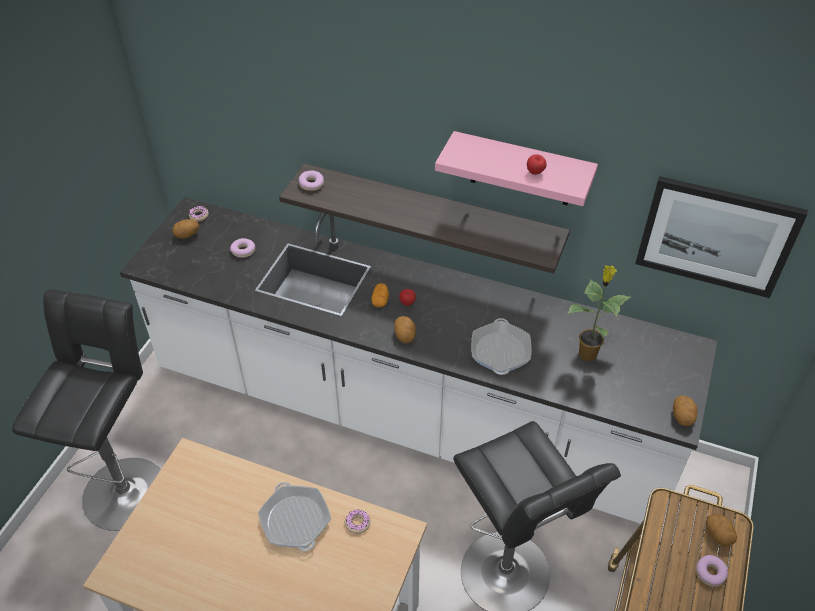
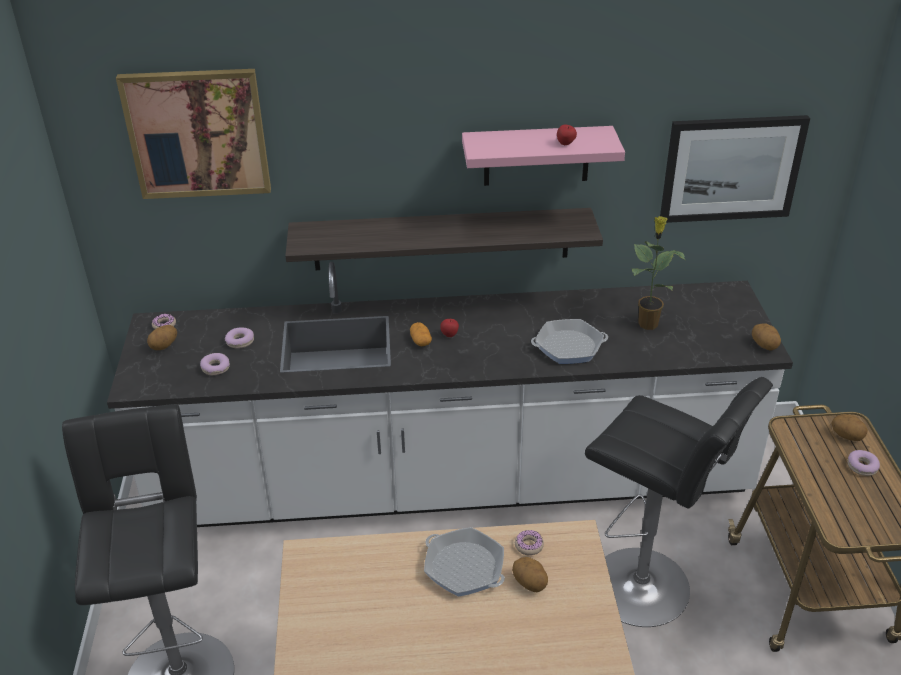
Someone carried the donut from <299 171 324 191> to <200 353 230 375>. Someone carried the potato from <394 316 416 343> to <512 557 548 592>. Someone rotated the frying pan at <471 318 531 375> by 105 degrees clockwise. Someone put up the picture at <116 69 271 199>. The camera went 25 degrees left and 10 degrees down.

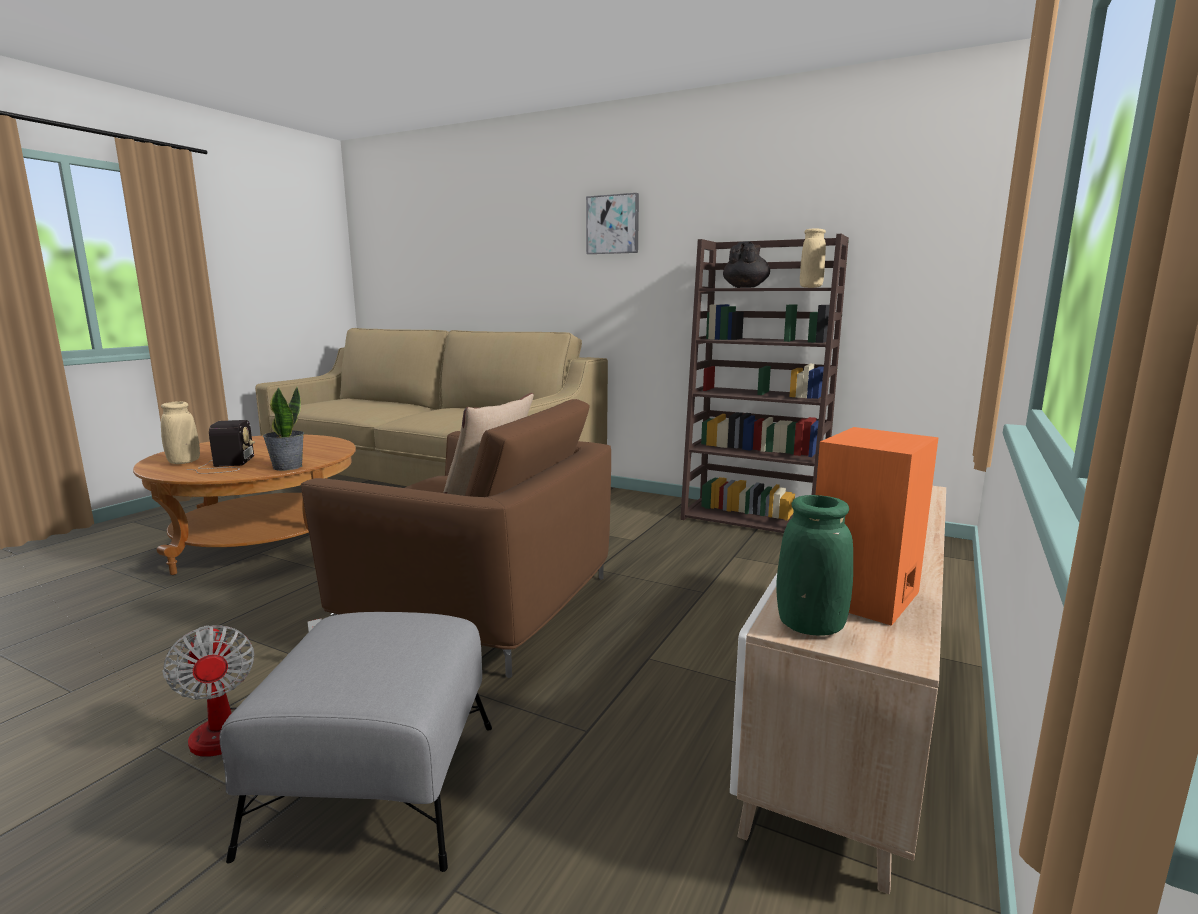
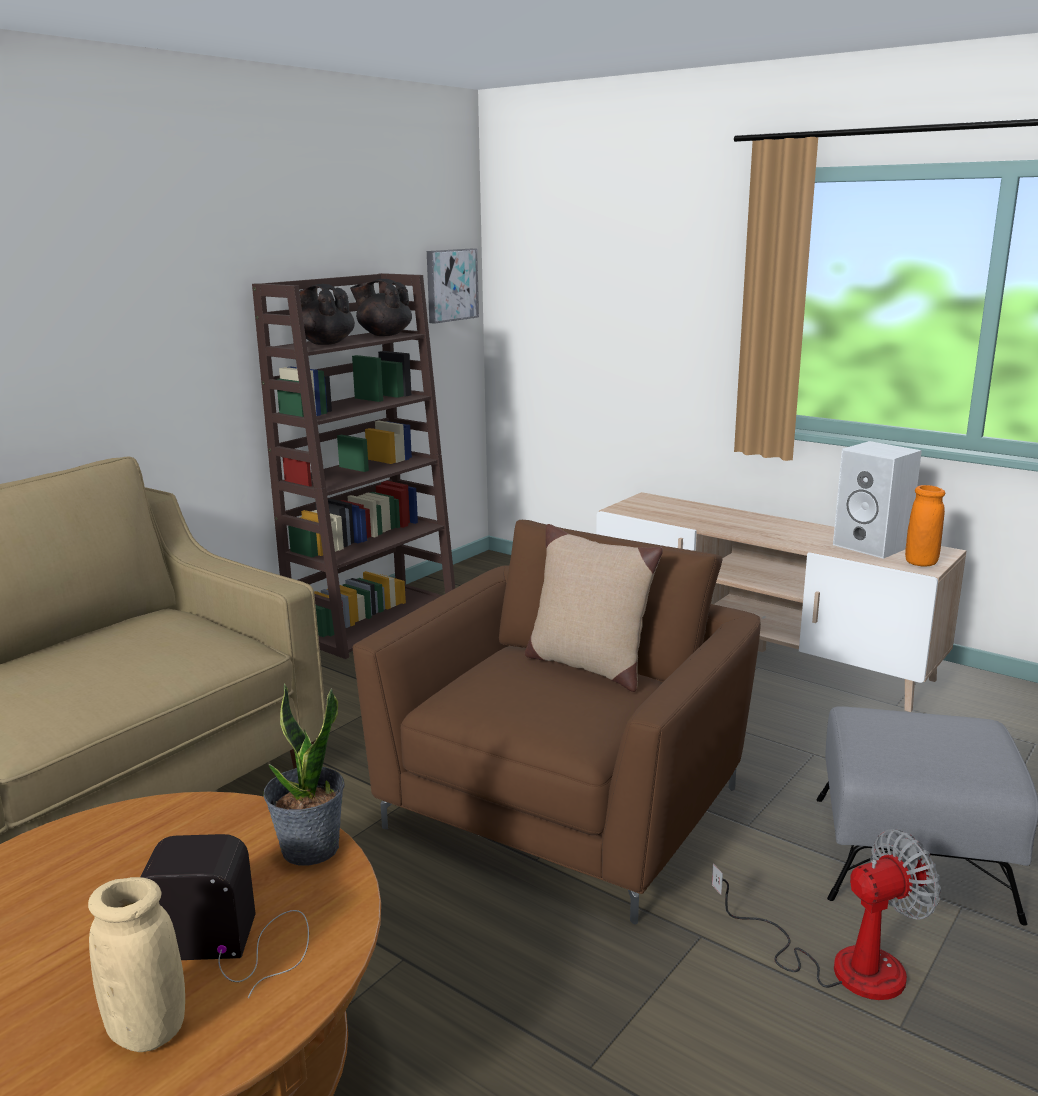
Someone carried the picture from <586 193 639 254> to <427 248 479 324>. Someone swapped the vase (beige) at <800 228 826 288> for the teapot (black) at <350 279 412 336>. Someone repainted the speaker (orange) at <816 427 939 626>, which became the speaker (white) at <833 441 922 559>. Someone repainted the vase (green) at <776 495 853 636>, which became the vase (orange) at <905 485 945 567>. The camera went 80 degrees left and 5 degrees up.

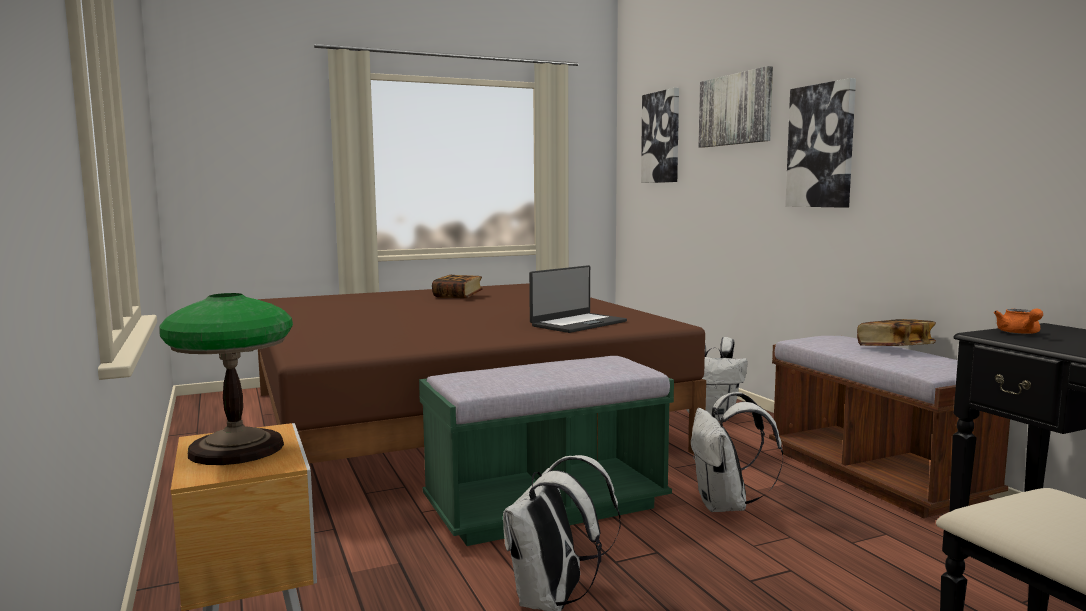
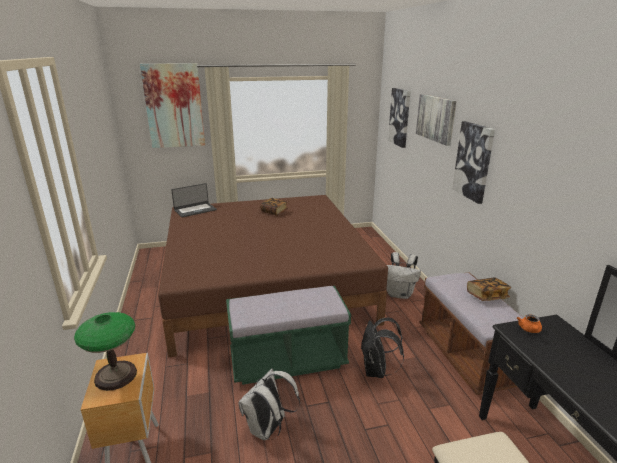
Someone carried the laptop from <529 265 627 333> to <171 183 217 217>. Someone repainted the backpack (white) at <691 392 783 512>, which became the backpack (black) at <361 318 404 378>. Someone put up the picture at <140 63 205 148>. The camera went 10 degrees right and 15 degrees up.

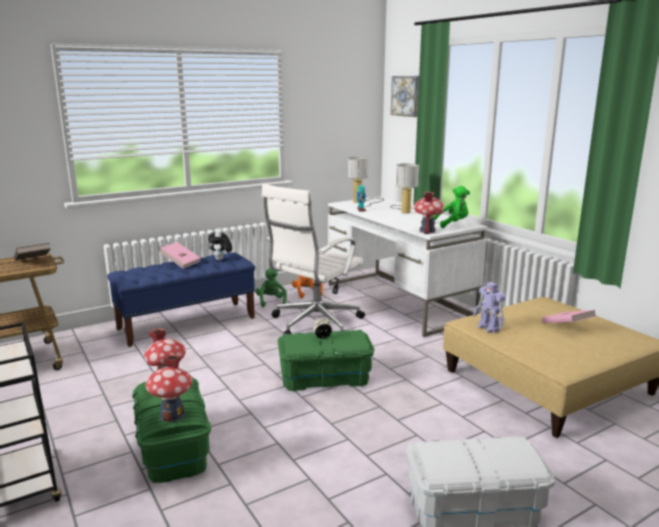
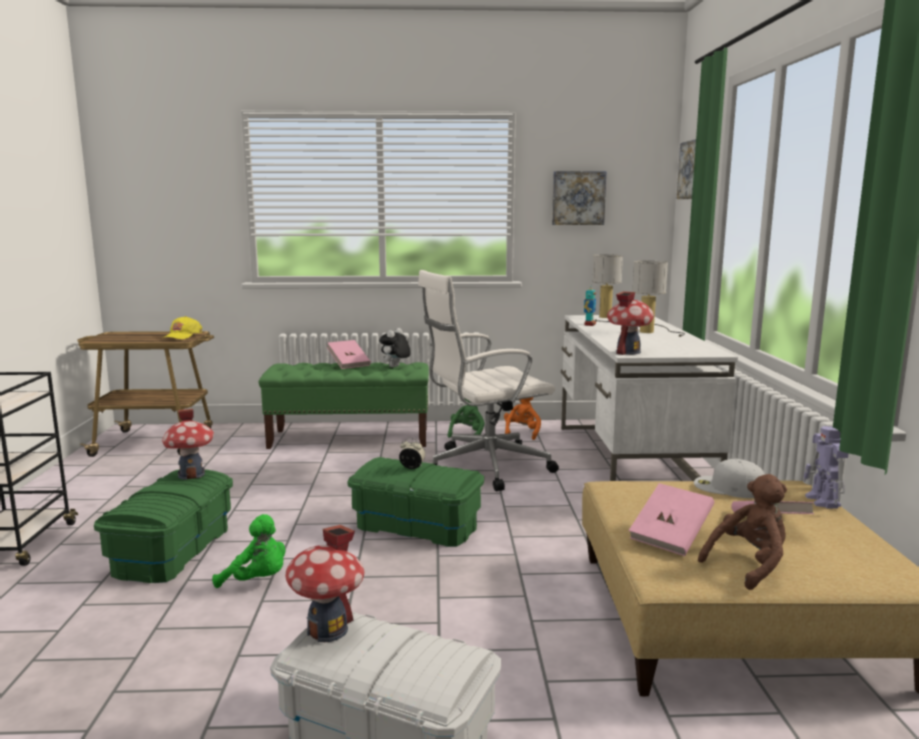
Someone carried the plush toy (green) from <433 186 470 228> to <212 514 285 588>. Someone swapped the book (brown) at <13 243 51 260> for the cap (yellow) at <163 316 202 339>. Someone repainted the bench (blue) at <107 253 255 347>, which became the bench (green) at <259 362 429 449>. Someone carried the toy robot from <473 282 506 333> to <803 426 849 509>. Someone carried the toy house from <146 354 193 422> to <285 525 364 642>. Someone put up the picture at <552 171 607 225>. Someone put down the cap (white) at <694 458 765 498>. Someone put down the plush toy (brown) at <698 474 787 590>. Someone put down the book (pink) at <629 483 714 556>. The camera went 30 degrees right and 5 degrees down.

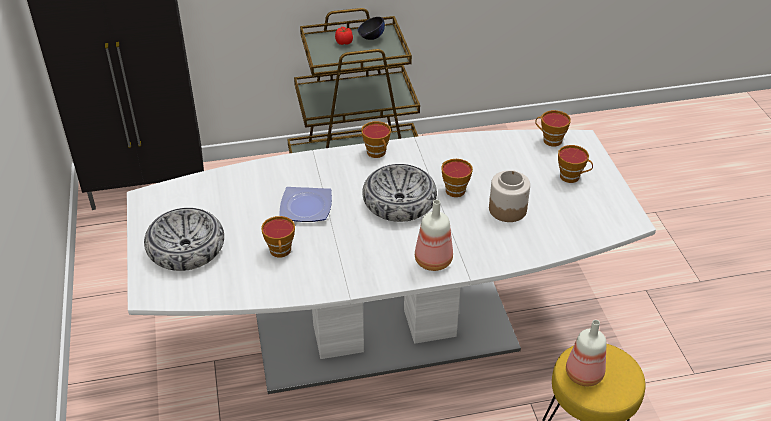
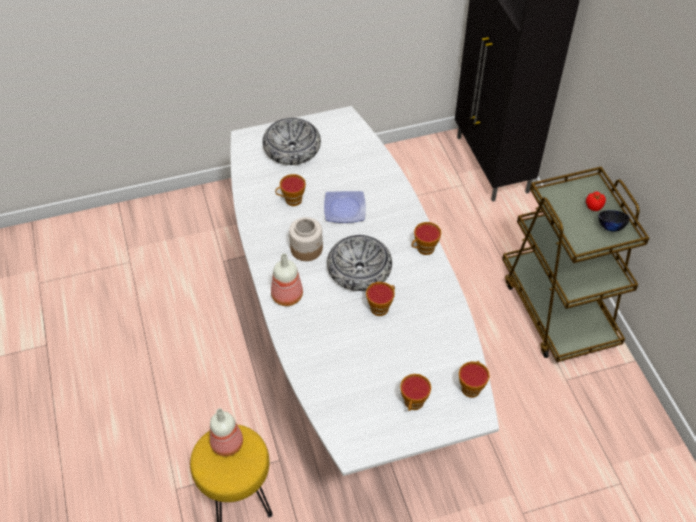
Someone carried the jar from <489 170 530 222> to <289 217 323 261>. The camera went 85 degrees right and 10 degrees up.

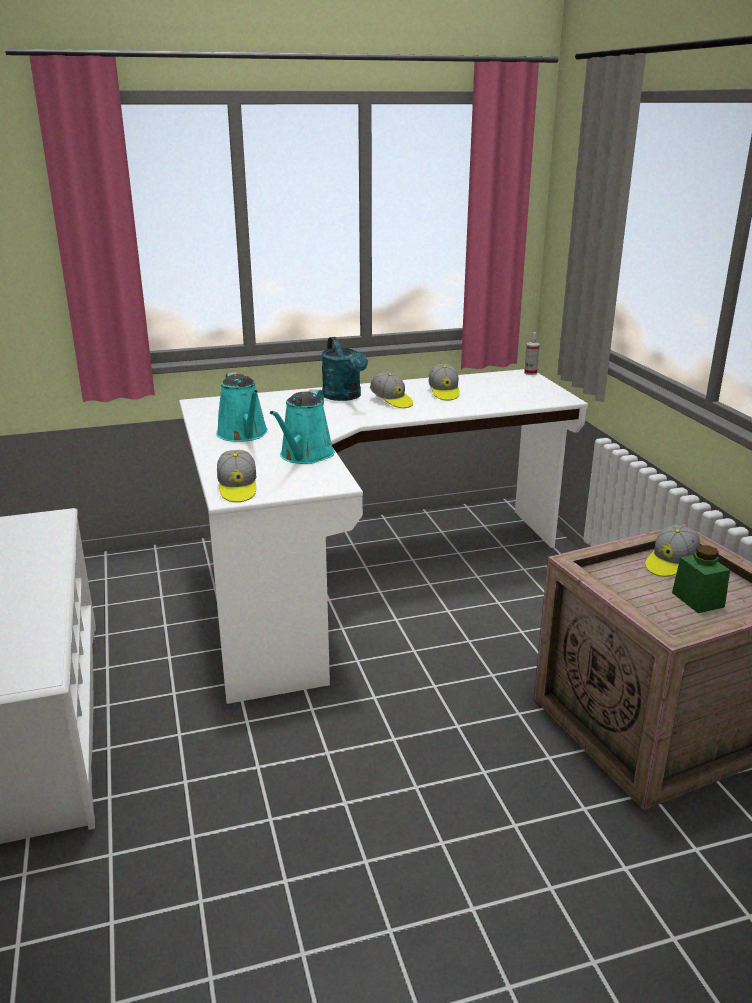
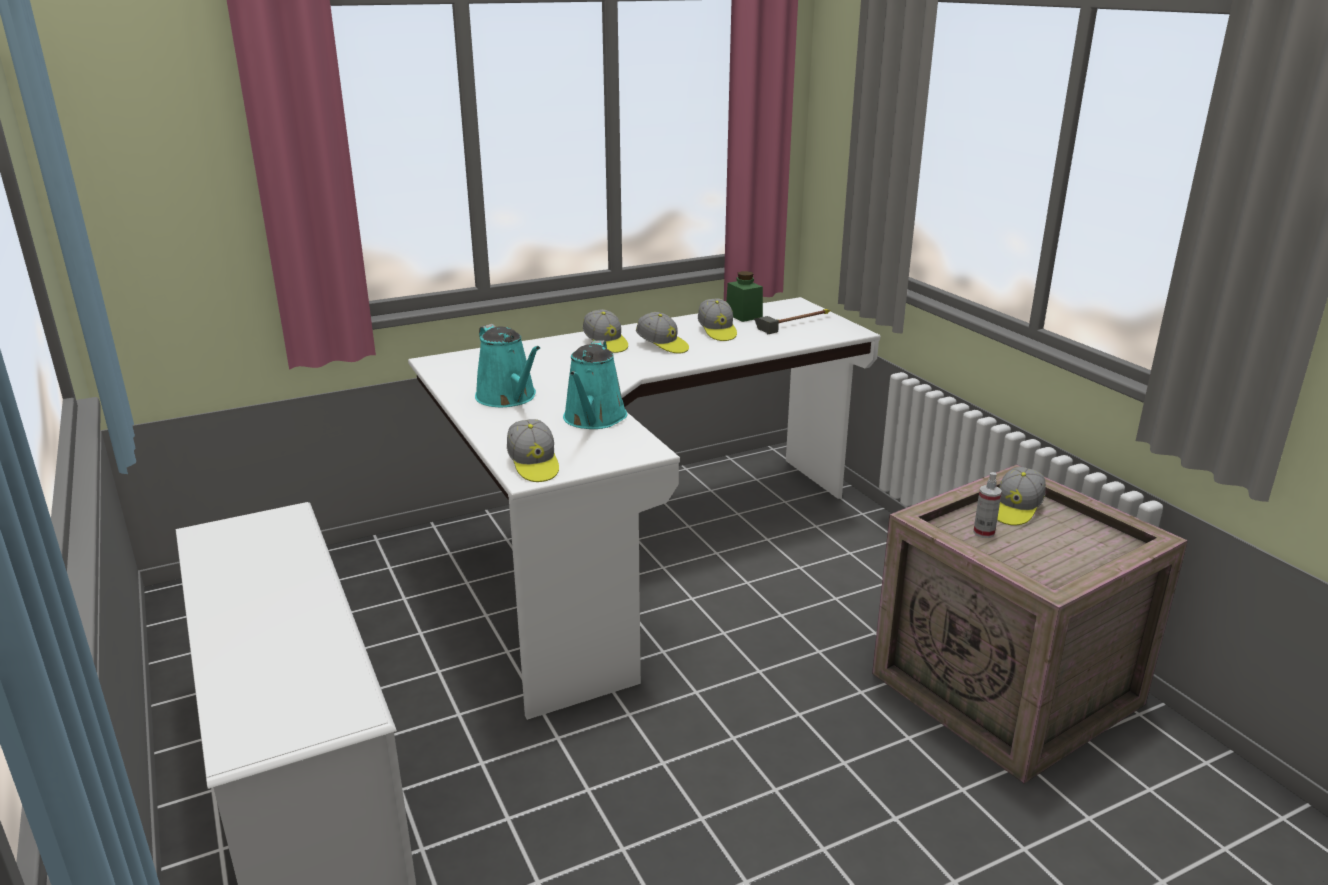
Someone carried the spray bottle from <524 332 540 375> to <973 472 1002 538>. Someone swapped the watering can (turquoise) at <321 337 368 401> for the cap at <583 309 628 353>. Someone carried the jar (green) from <672 545 730 613> to <726 271 763 322>. Someone put down the hammer at <754 309 831 334>. The camera went 10 degrees left and 0 degrees up.

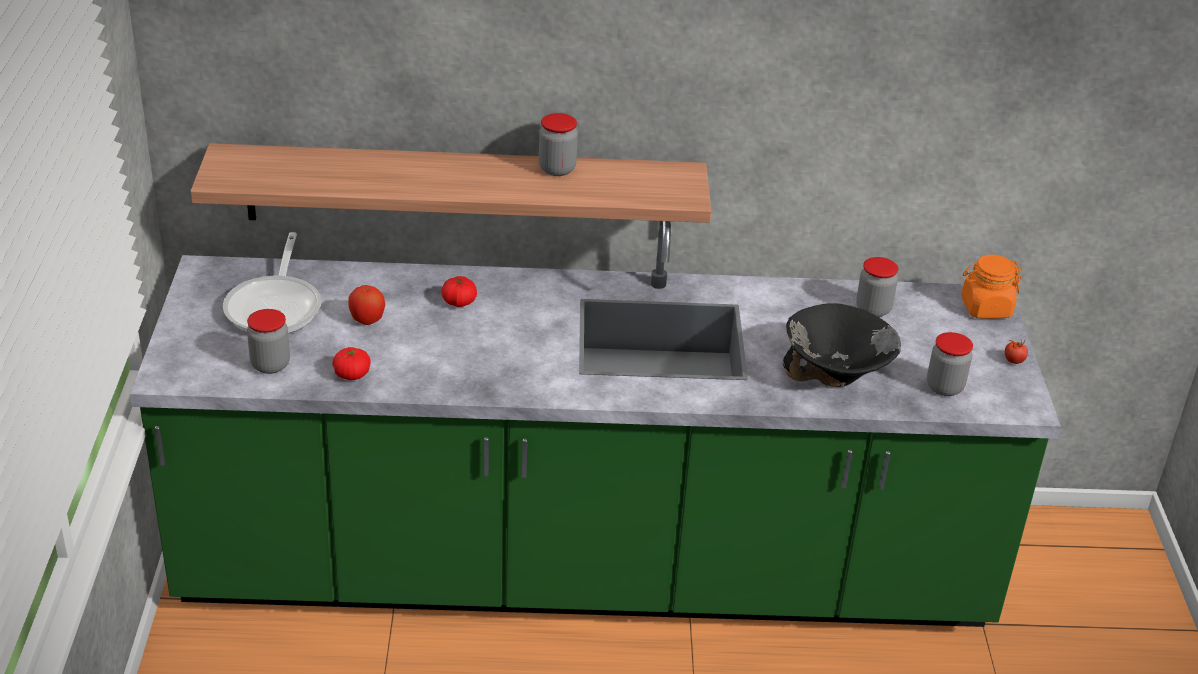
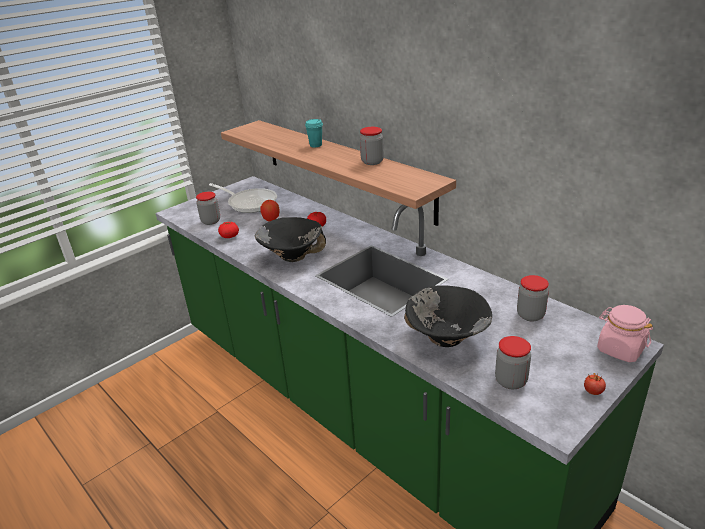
Someone rotated the frying pan at <223 232 322 334> by 105 degrees counterclockwise. Someone repainted the jar (orange) at <961 255 1022 319>, which became the jar (pink) at <597 305 653 362>. Someone put down the cup (turquoise) at <305 119 323 148>. Someone put down the bowl (black) at <255 217 326 262>. The camera went 50 degrees right and 5 degrees down.

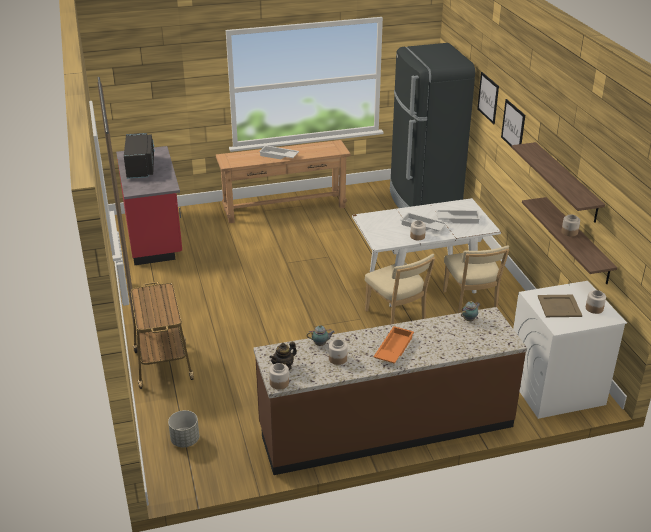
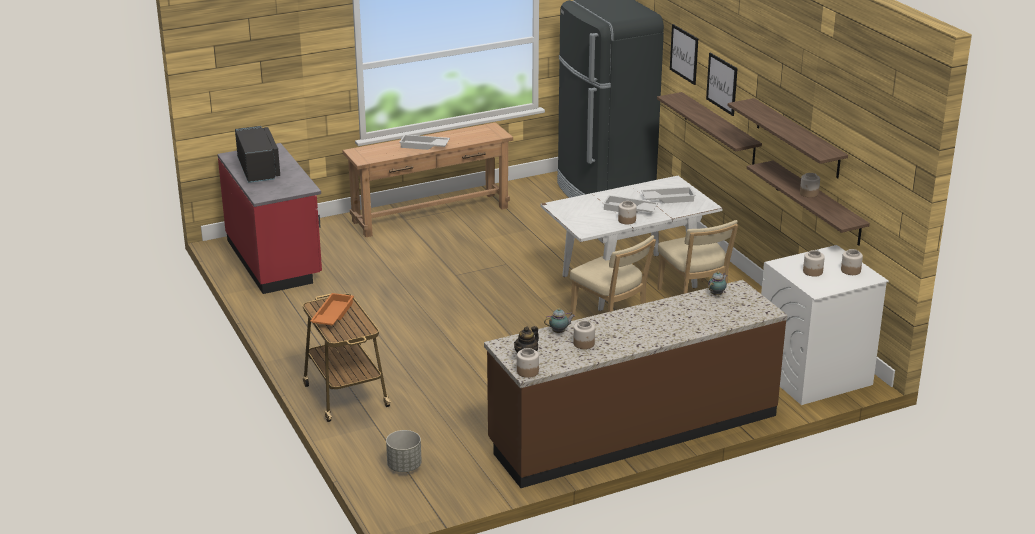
Someone swapped the tray (beige) at <538 295 582 317> for the jar at <803 250 825 277>. Someone carried the tray (orange) from <374 326 414 363> to <310 293 354 325>. Someone put up the shelf at <657 92 762 164>. The camera went 10 degrees left and 5 degrees down.

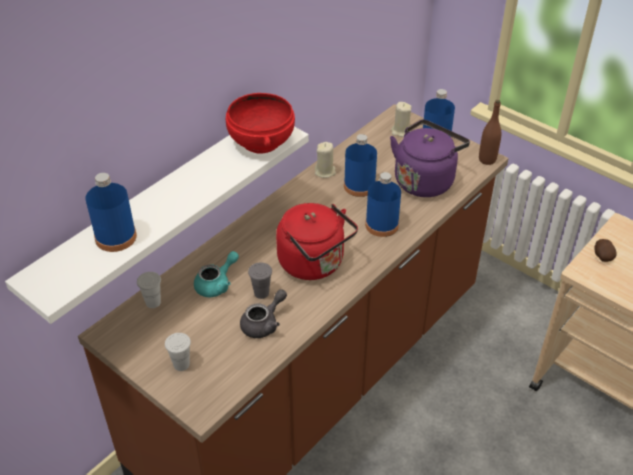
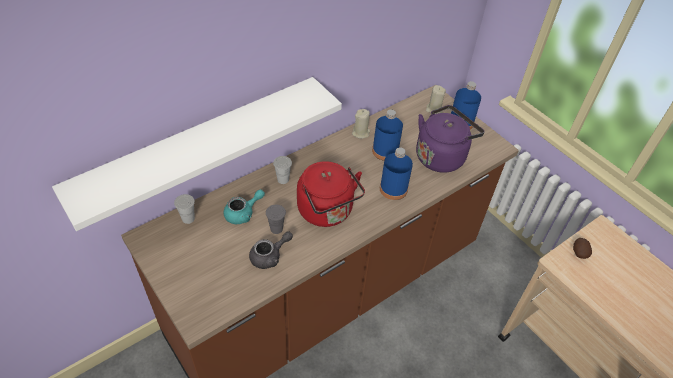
Someone took away the bowl (red) at <225 93 295 153>. Someone took away the bottle (brown) at <479 100 502 165>. Someone took away the bottle (blue) at <85 173 137 252>. Someone carried the cup (white) from <165 333 191 371> to <273 156 292 184>. The camera went 10 degrees right and 5 degrees up.

